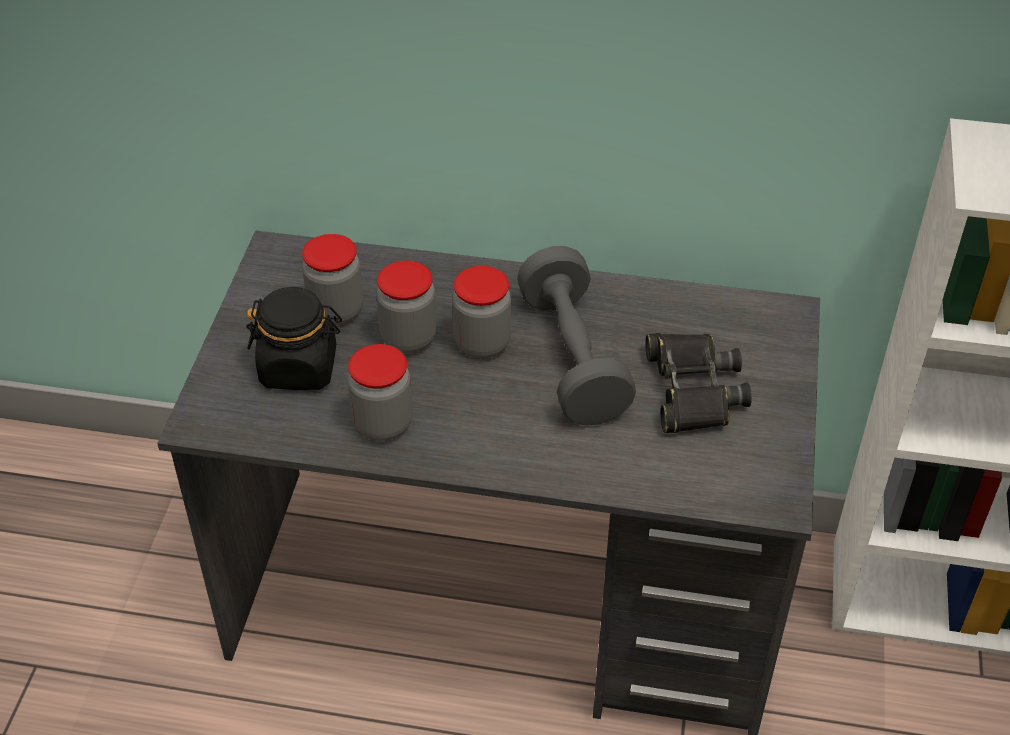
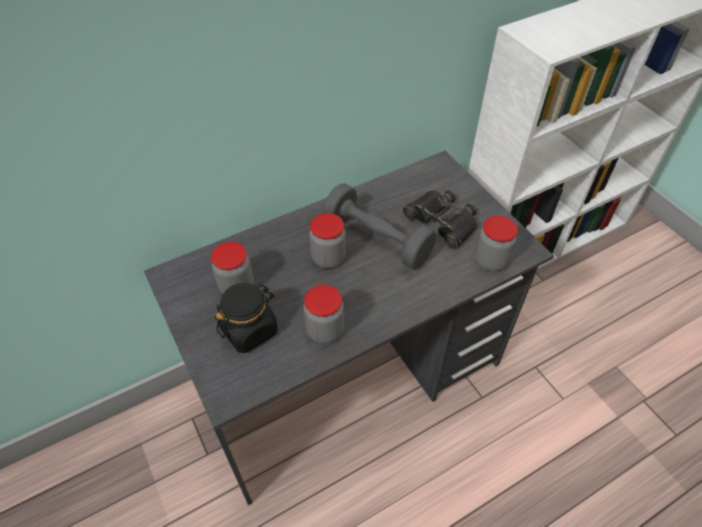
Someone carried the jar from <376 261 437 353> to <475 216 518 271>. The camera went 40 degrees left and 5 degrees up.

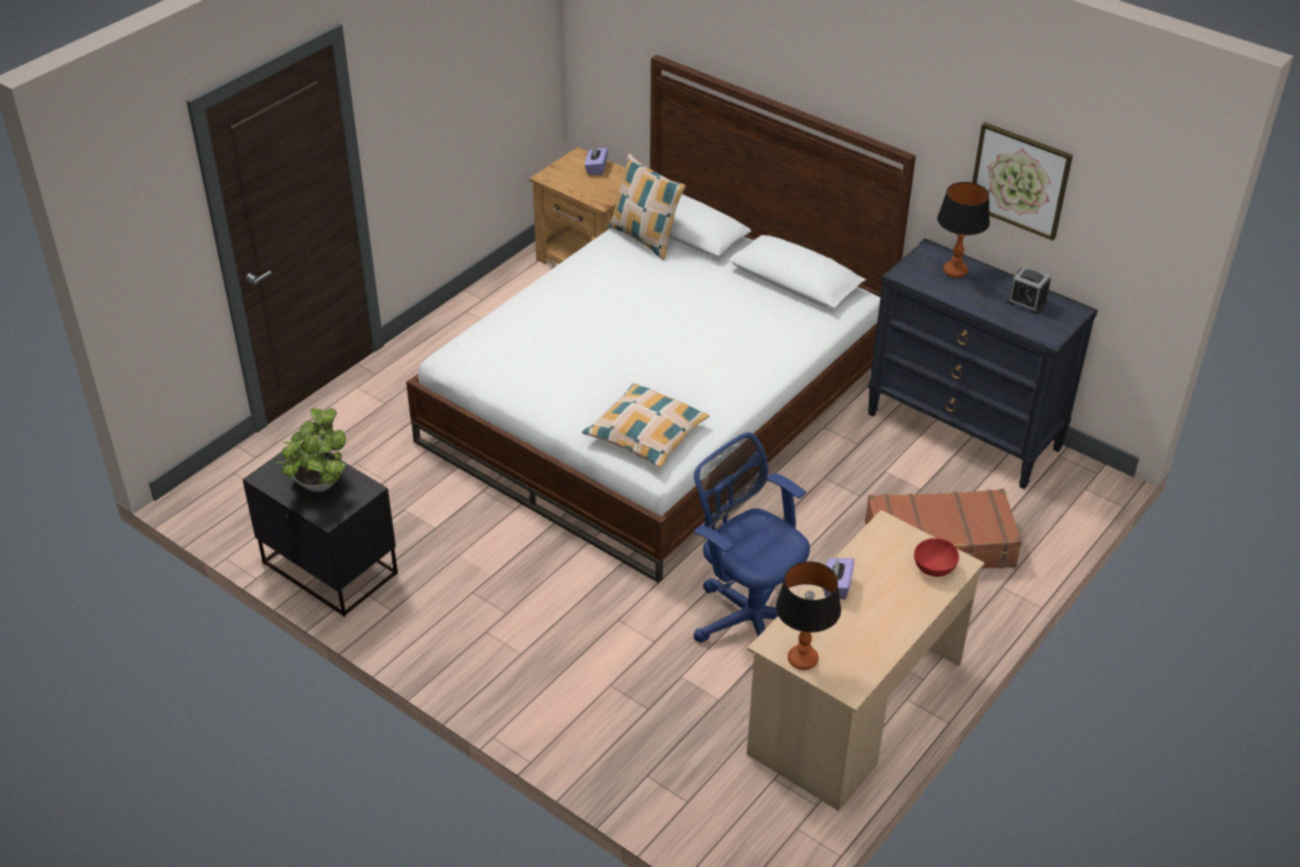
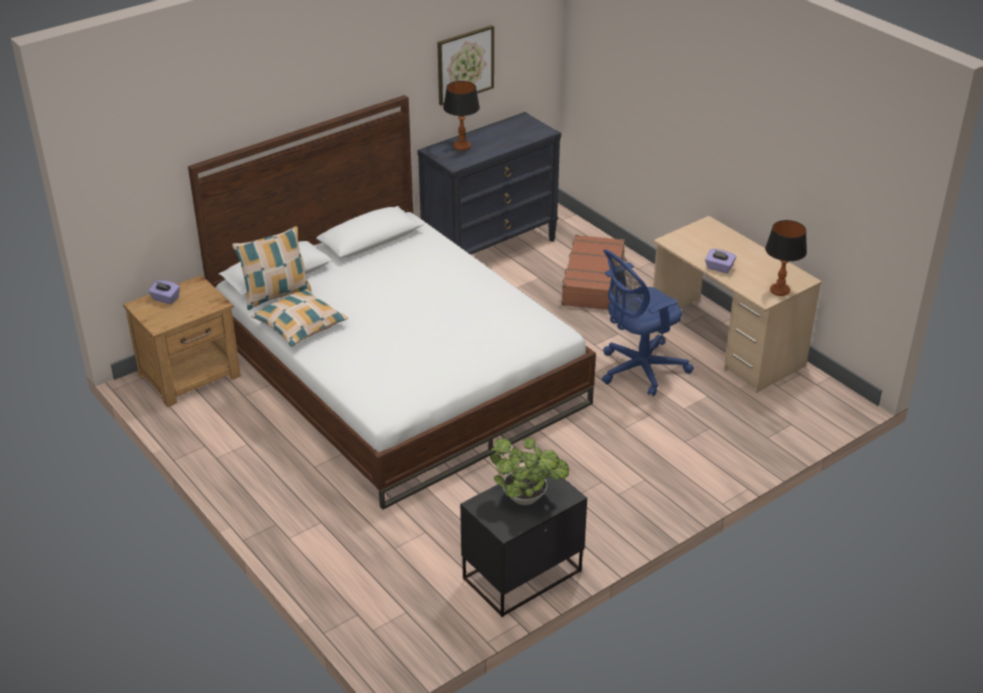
Someone took away the alarm clock at <1006 266 1051 314>. Someone carried the pillow from <582 383 709 467> to <250 289 348 347>. Someone took away the bowl (red) at <914 538 959 577>. The camera went 75 degrees left and 5 degrees down.

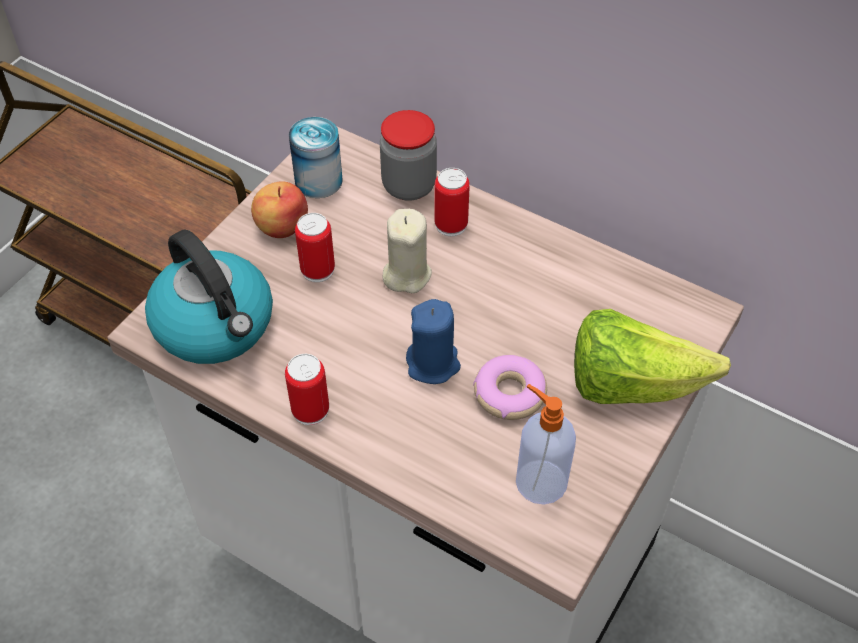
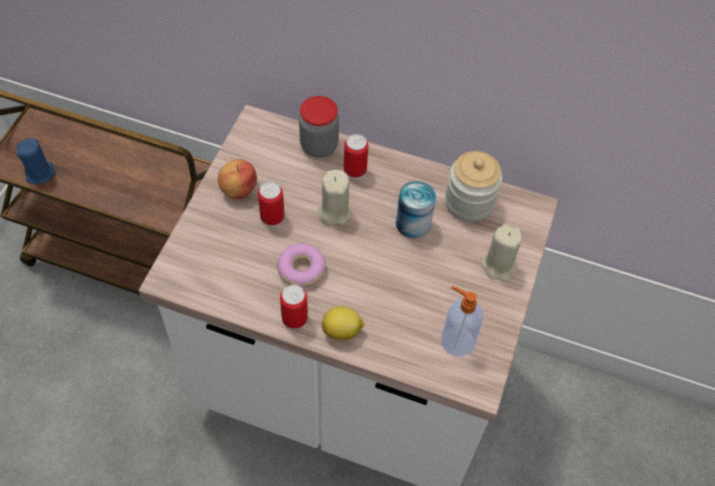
Someone carried the can from <288 117 343 198> to <396 181 436 238>. Someone took away the kettle at <145 229 273 364>. Someone carried the candle (blue) from <406 299 461 384> to <16 138 55 184>. Someone swapped the lettuce at <574 309 731 404> for the candle (beige) at <482 224 522 282>. Someone carried the donut from <473 355 547 420> to <277 244 326 288>. Someone put down the jar at <445 151 502 222>. Someone put down the lemon at <322 306 365 341>. The camera went 15 degrees left and 5 degrees up.

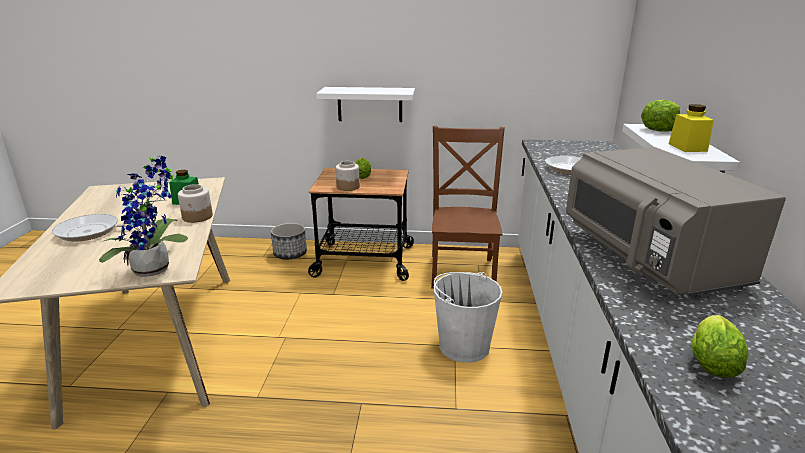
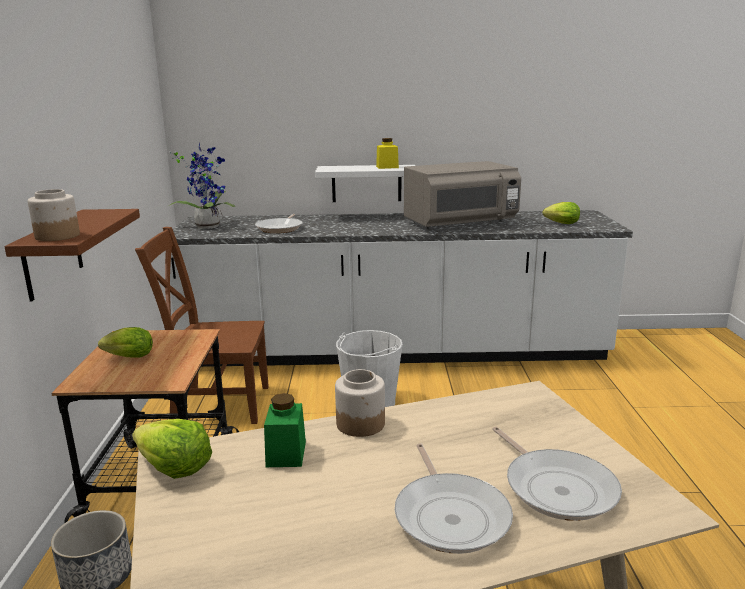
Someone repainted the shelf (white) at <316 87 415 122>, which became the shelf (brown) at <4 209 140 301>. Someone carried the lettuce from <641 100 680 132> to <132 419 212 479>. Someone carried the potted plant from <99 153 188 277> to <167 143 235 229>. Someone carried the jar from <336 161 360 191> to <28 189 80 241>. Someone put down the frying pan at <493 427 622 521>. The camera went 95 degrees left and 5 degrees down.

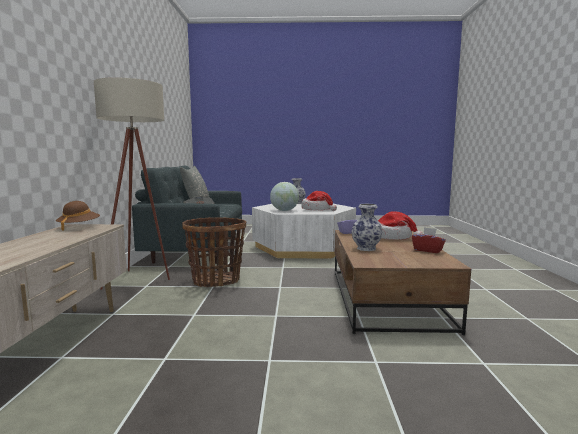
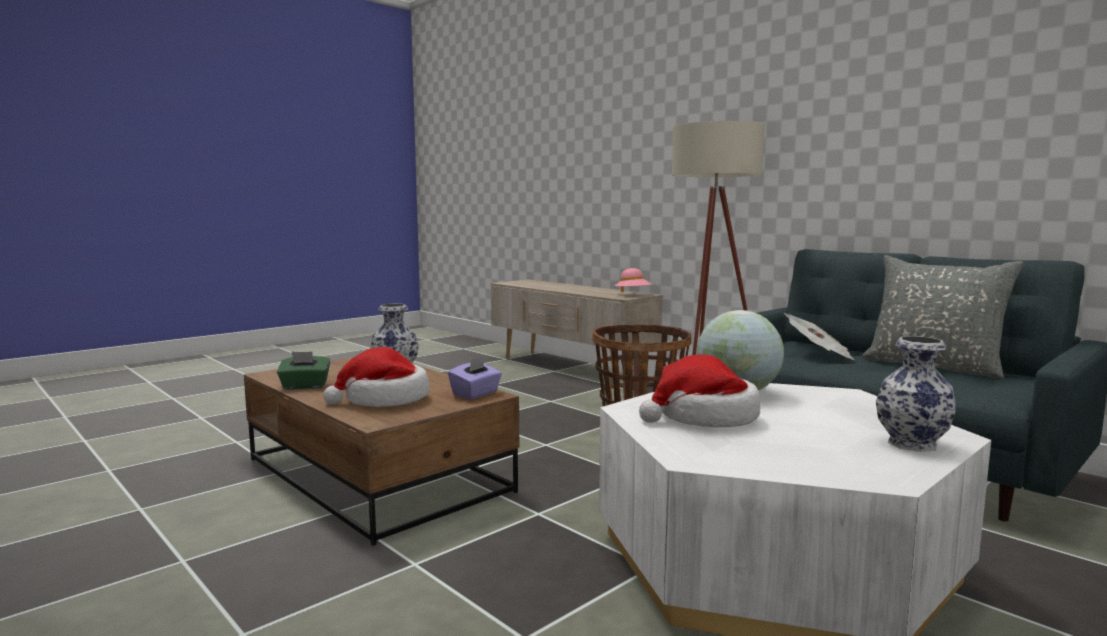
Someone repainted the hat (brown) at <56 201 100 231>, which became the hat (pink) at <614 268 652 293>. Someone repainted the tissue box (red) at <412 227 446 253>, which became the tissue box (green) at <277 352 330 389>. The camera went 135 degrees right and 0 degrees up.

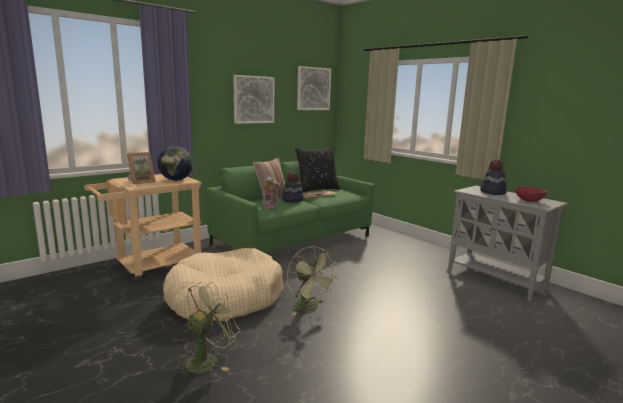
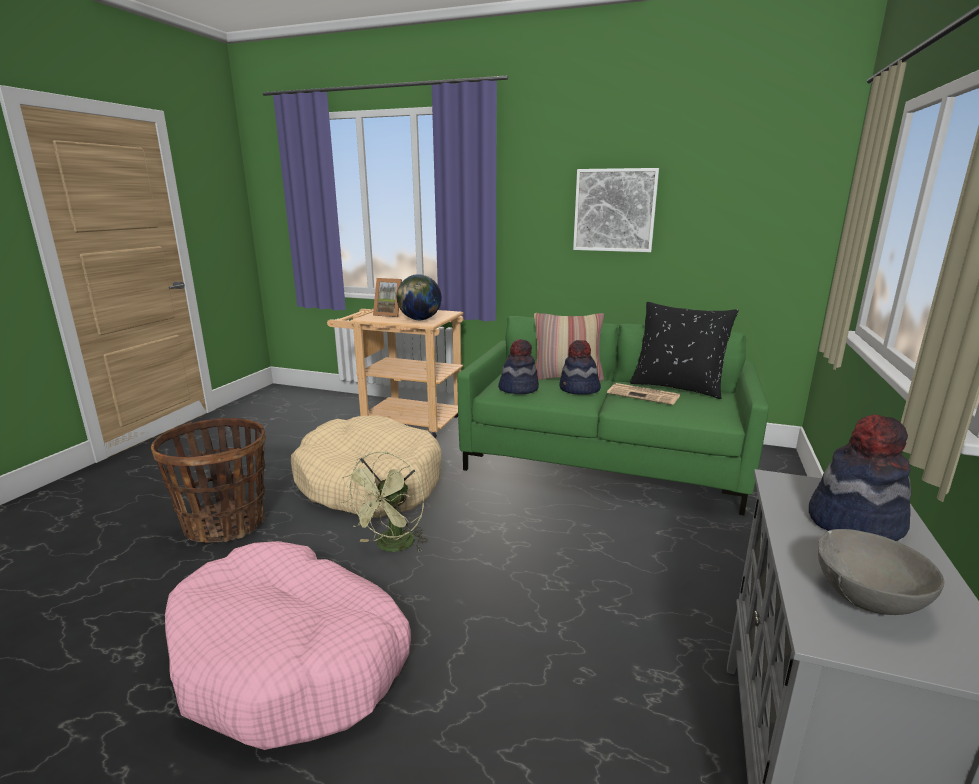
Someone took away the picture at <297 66 331 110>. Someone swapped the plush toy at <262 176 280 209> for the hat at <498 339 539 394>. Someone repainted the bowl (red) at <515 187 547 202>, which became the bowl (grey) at <818 529 945 615>. Someone swapped the fan (green) at <174 282 240 373> for the basket at <151 418 266 543>. Someone put down the dog bed (pink) at <165 541 411 750>. The camera went 60 degrees right and 5 degrees up.

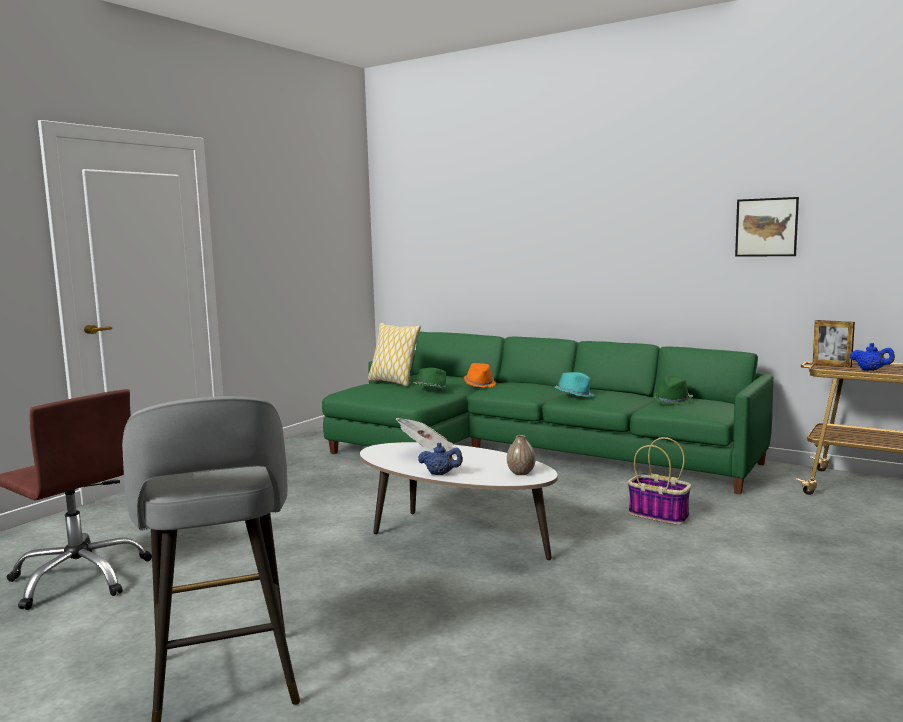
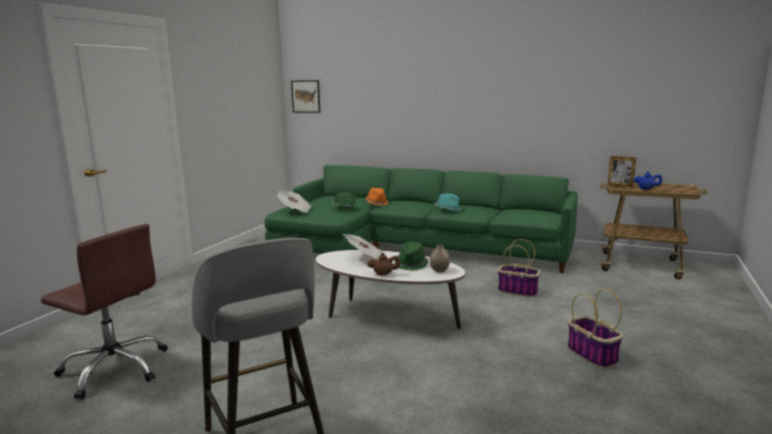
Someone carried the picture from <735 197 799 257> to <291 80 320 113>. Someone took away the pillow at <368 323 421 387>. Someone carried the hat (green) from <653 376 693 406> to <394 241 429 271>. Someone repainted the teapot (blue) at <418 443 463 475>, which became the teapot (brown) at <367 252 400 275>. Someone put down the newspaper at <277 190 312 213>. Someone put down the basket at <568 289 623 369>. The camera went 10 degrees left and 5 degrees up.

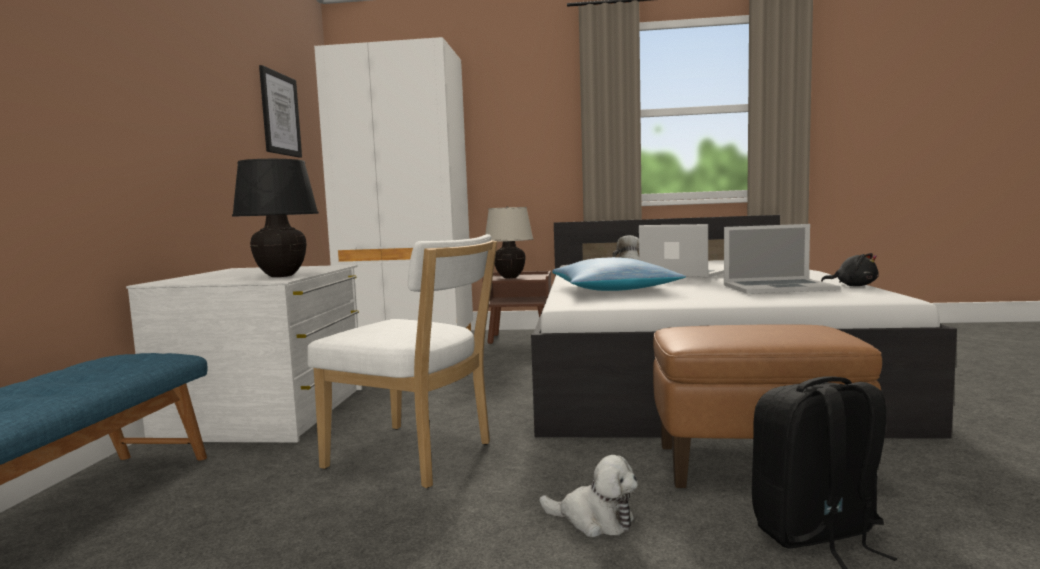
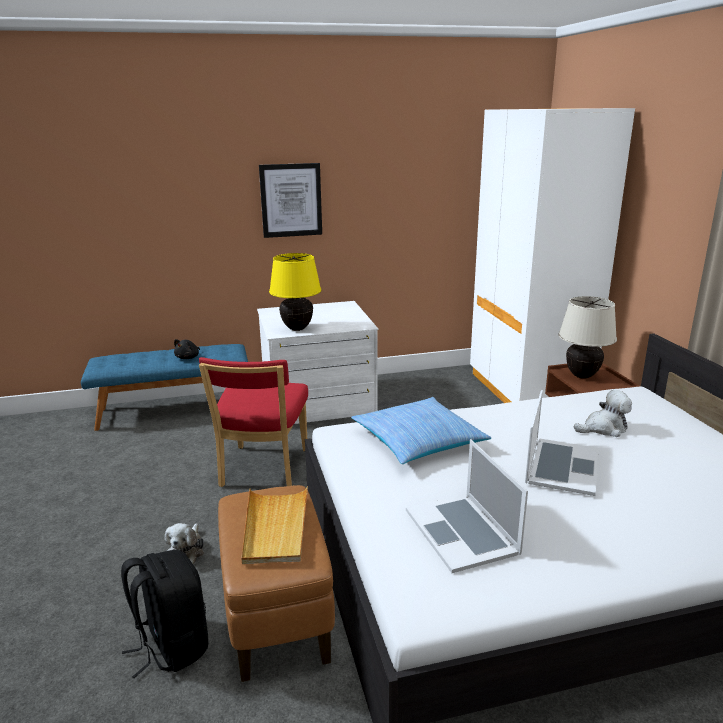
Someone carried the picture from <259 65 302 158> to <259 163 322 238>. Someone repainted the table lamp (black) at <232 159 319 277>, which became the table lamp (yellow) at <269 253 321 331>. Someone repainted the chair (white) at <307 234 497 488>, which became the chair (red) at <199 357 308 487>. Someone carried the plush toy (black) from <821 253 879 286> to <174 339 200 359>. Someone put down the tray (beige) at <241 486 308 564>. The camera went 70 degrees right and 15 degrees up.

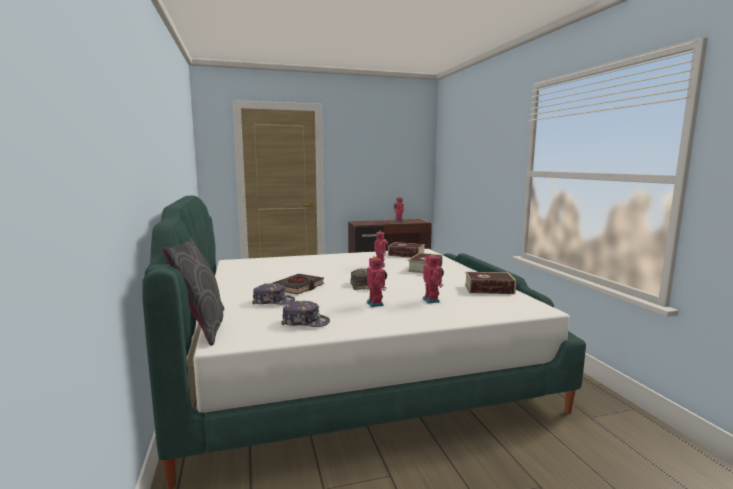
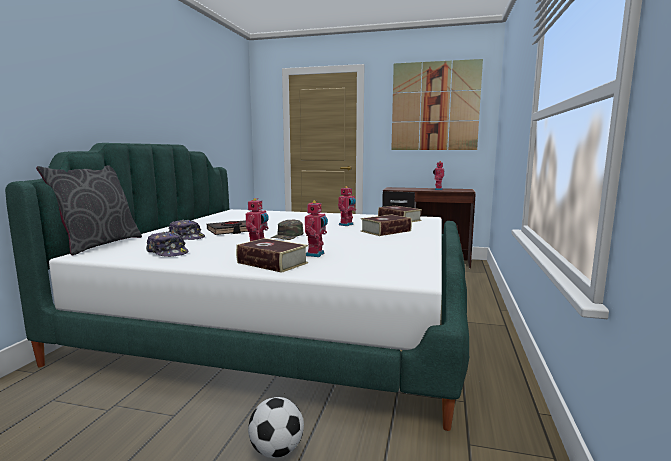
Someone carried the book from <465 272 516 294> to <236 238 308 273>. Someone put up the picture at <391 59 483 150>. Someone put down the football at <248 397 304 458>. The camera went 30 degrees right and 0 degrees up.

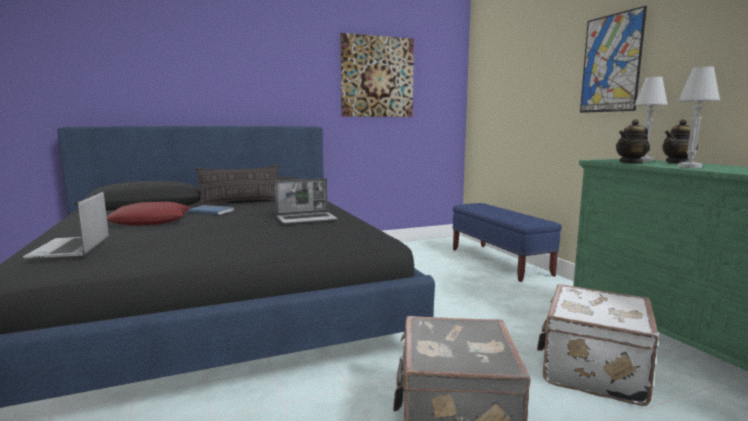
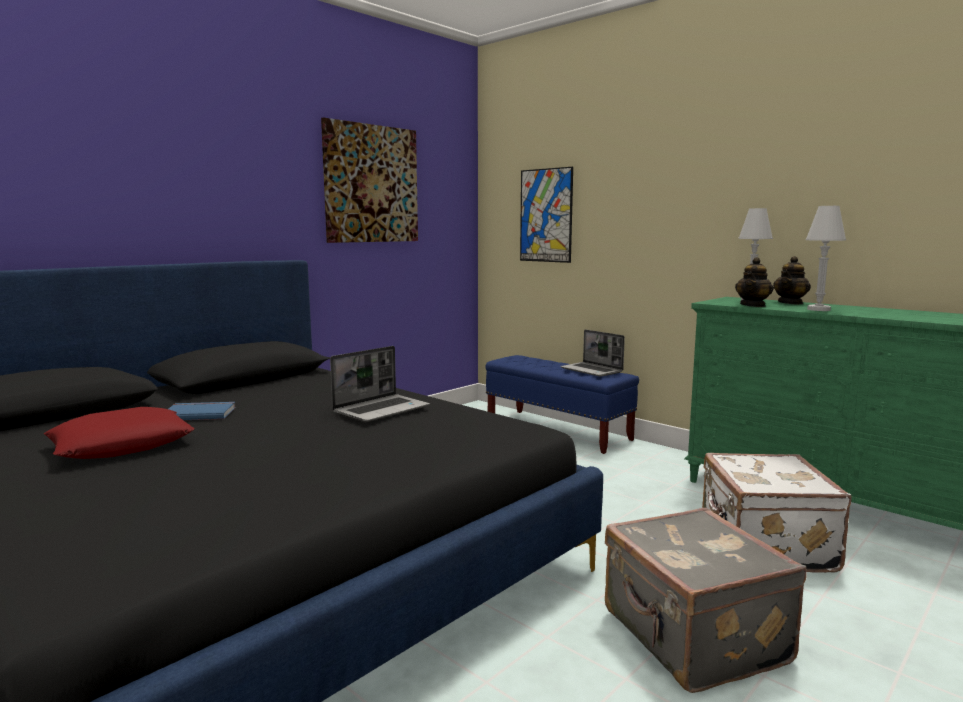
Someone carried the picture from <580 6 647 113> to <520 167 573 263>. Someone took away the pillow at <196 164 279 207>. Someone carried the laptop from <22 192 109 260> to <560 329 625 377>. The camera went 25 degrees left and 0 degrees up.

